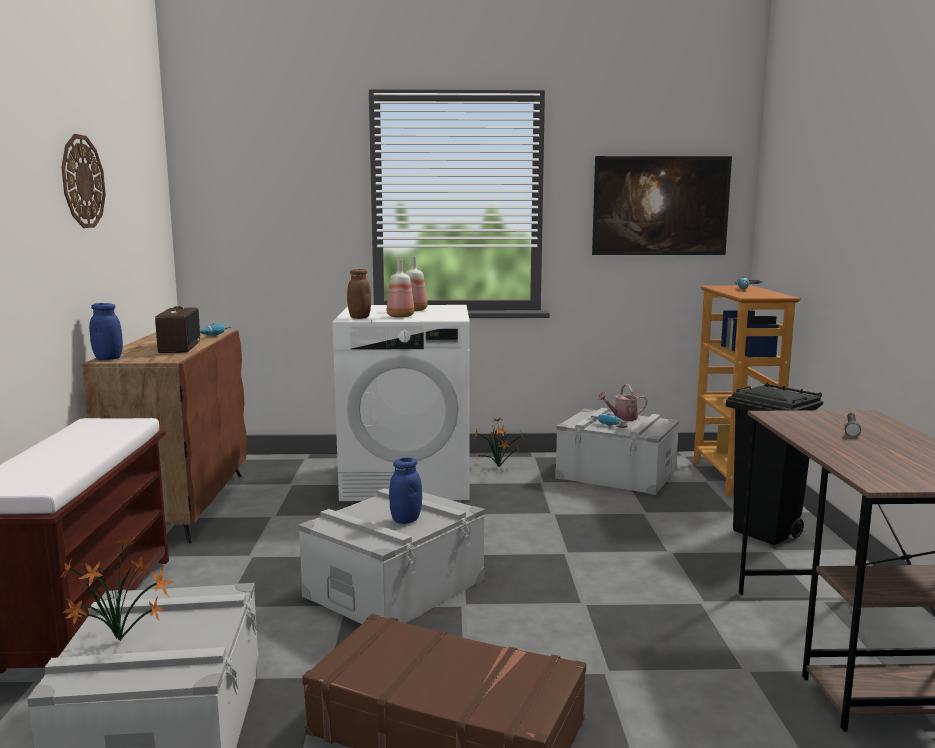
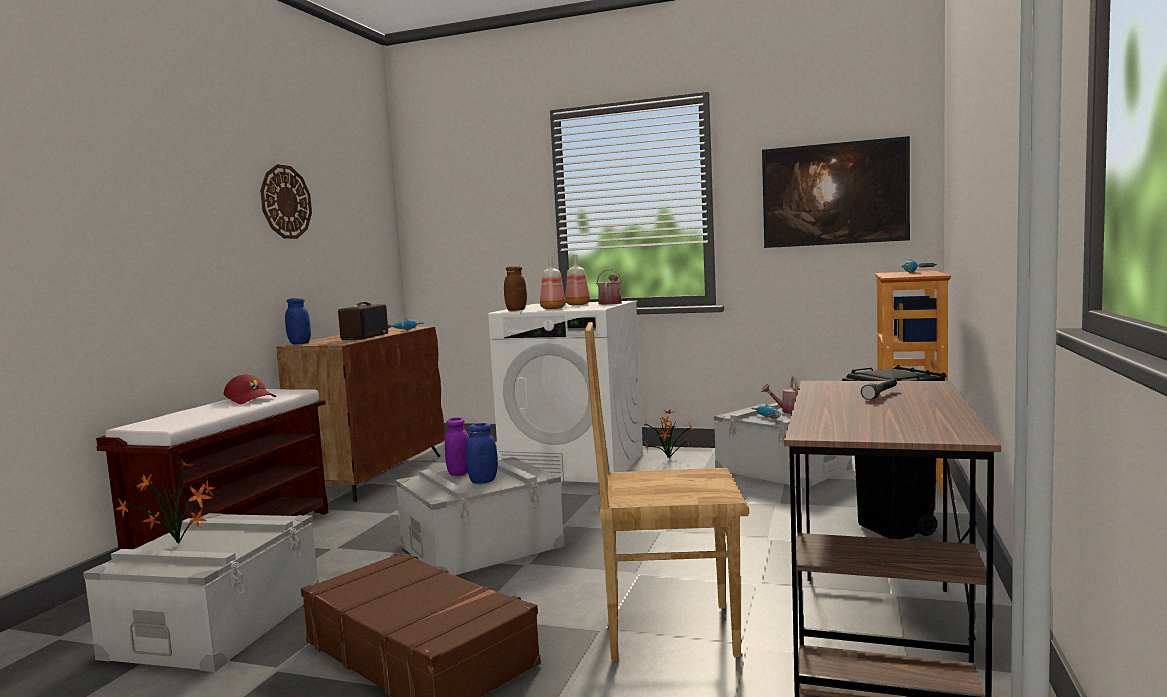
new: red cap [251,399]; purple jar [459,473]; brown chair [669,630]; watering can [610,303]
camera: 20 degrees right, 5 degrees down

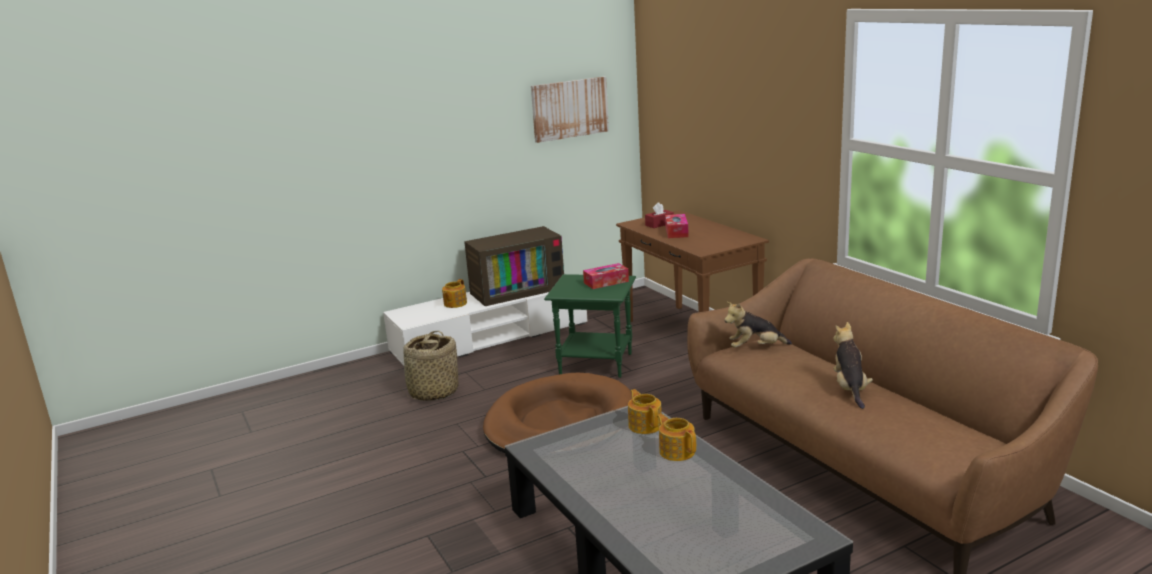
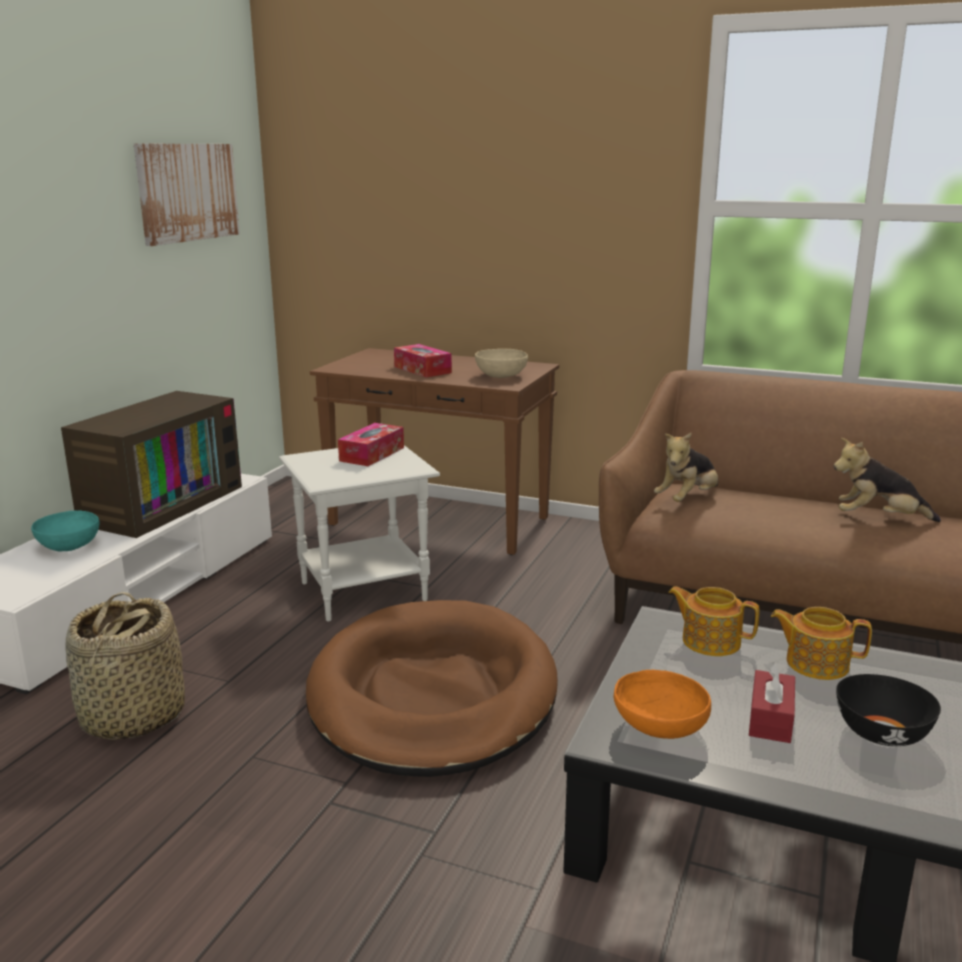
new: beige bowl [501,376]; orange bowl [658,728]; black bowl [880,733]
shifted: red tissue box [659,224] to [770,719]
swapped: teapot [454,304] to turquoise bowl [68,546]
repainted: green side table [597,364] to white side table [365,591]
rotated: plush toy [850,389] = [878,519] 45 degrees counterclockwise
camera: 40 degrees left, 0 degrees up

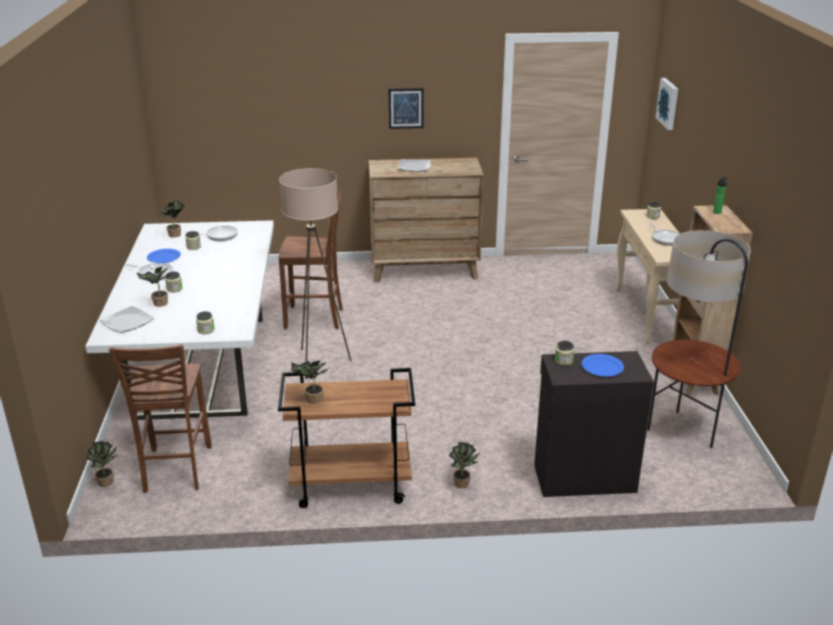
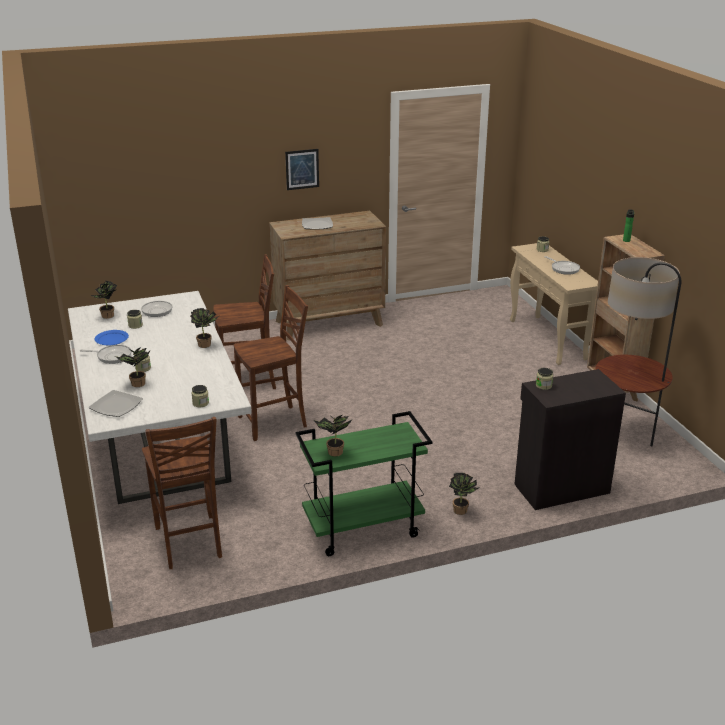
gone: blue plate [602,367]; picture [669,103]
shifted: potted plant [108,482] to [206,345]
swapped: beige floor lamp [319,362] to brown chair [274,422]
repainted: brown cart [350,486] to green cart [362,530]
camera: 15 degrees left, 0 degrees up

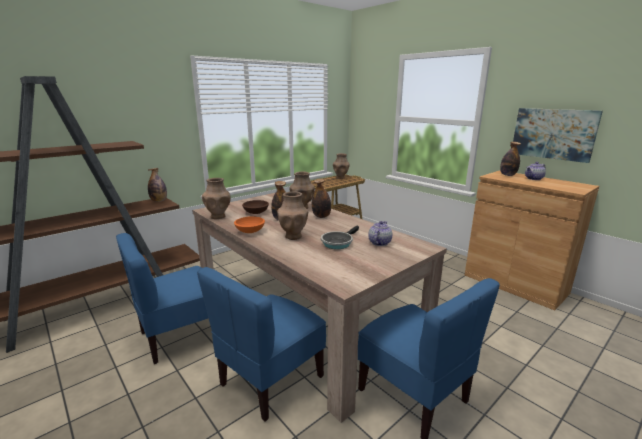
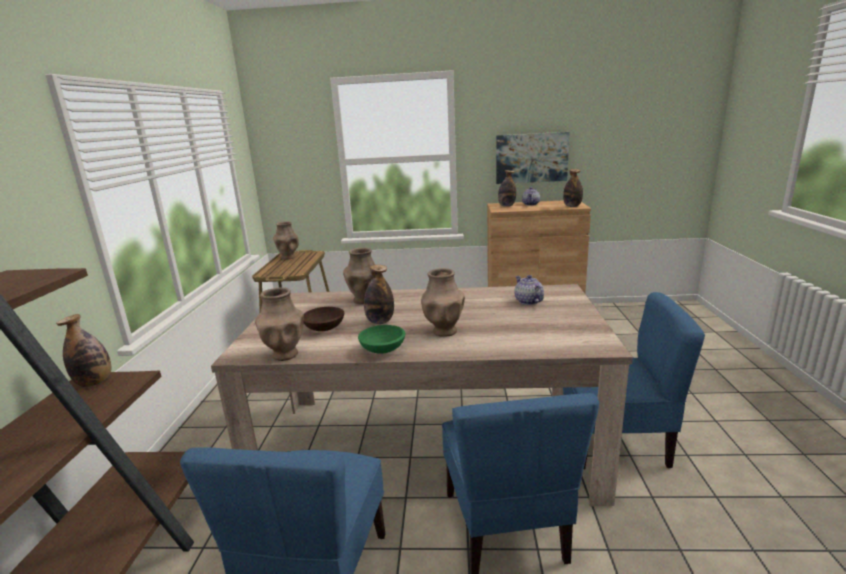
gone: frying pan [338,242]
shifted: bottle [321,216] to [572,206]
repainted: orange bowl [250,231] to green bowl [382,349]
camera: 45 degrees left, 0 degrees up

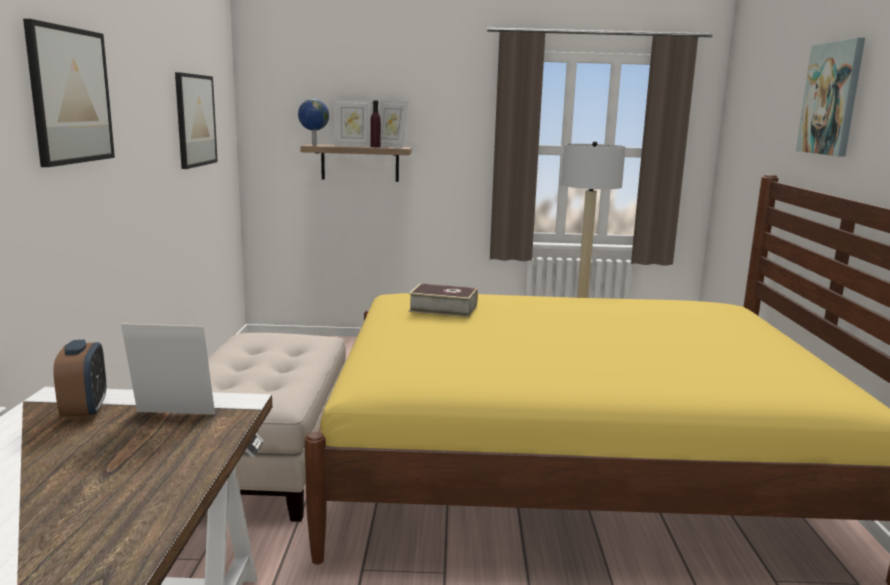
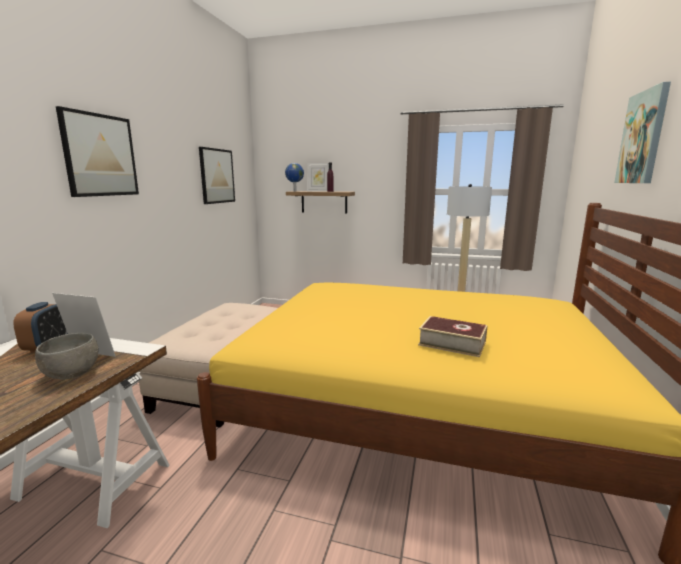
gone: picture frame [391,146]
new: grey bowl [71,374]
shifted: book [443,308] to [452,343]
camera: 15 degrees right, 0 degrees up

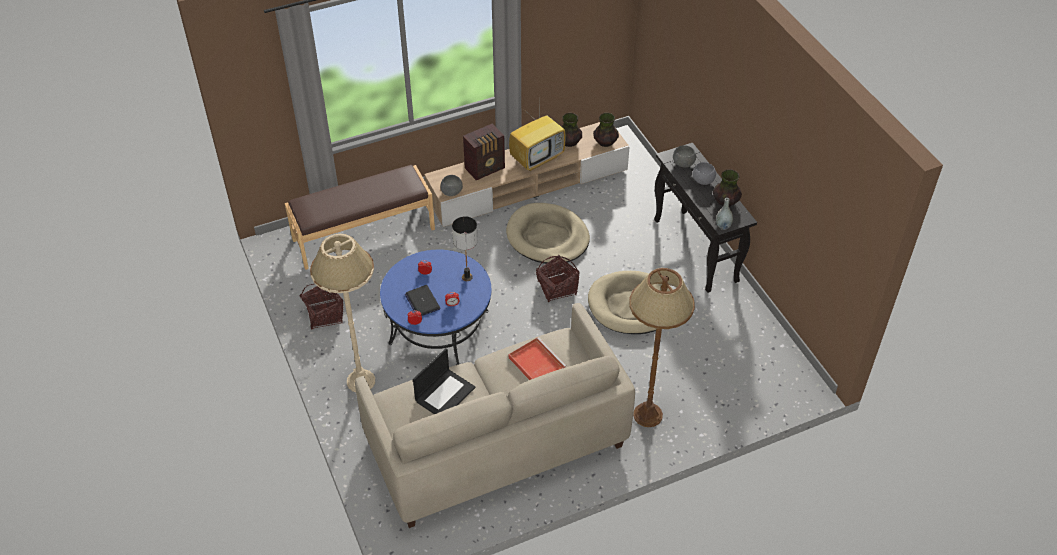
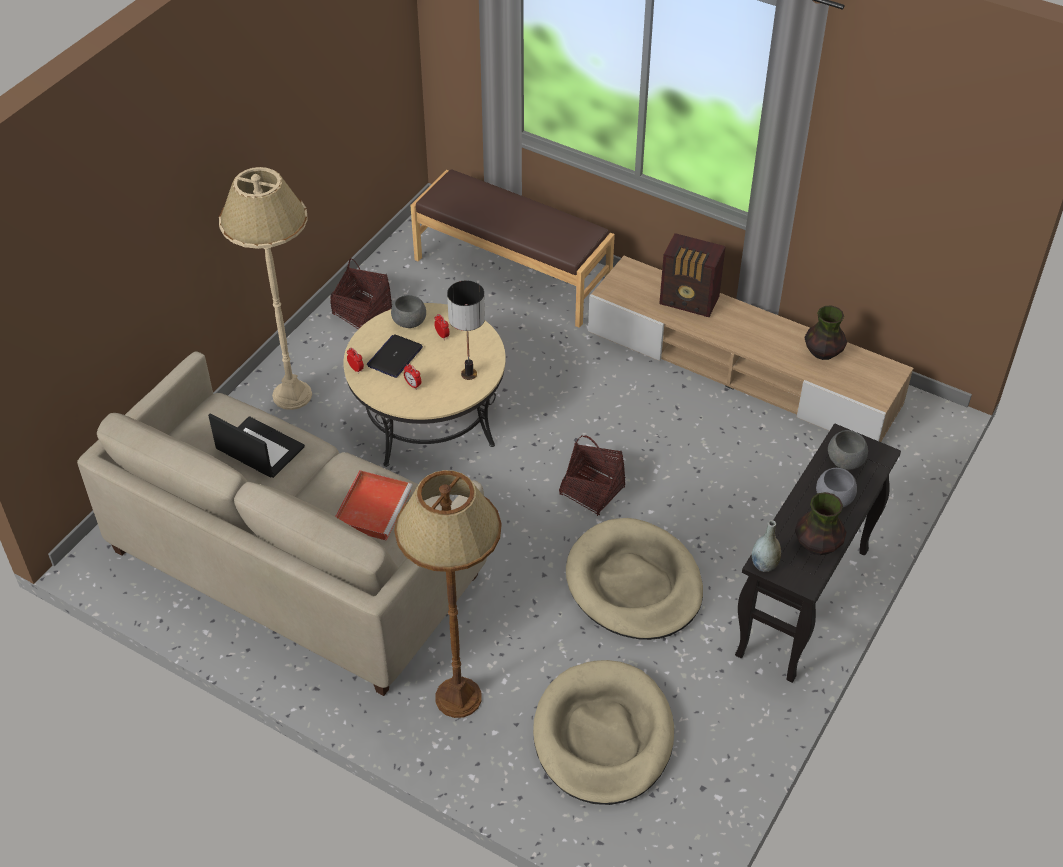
gone: television [537,158]; vase [605,142]
shifted: grey bowl [452,192] to [409,323]; beige dog bed [547,237] to [603,736]
repainted: blue coffee table [439,327] to beige coffee table [428,416]
rotated: laptop [445,393] = [258,448] 150 degrees counterclockwise
camera: 55 degrees right, 0 degrees up

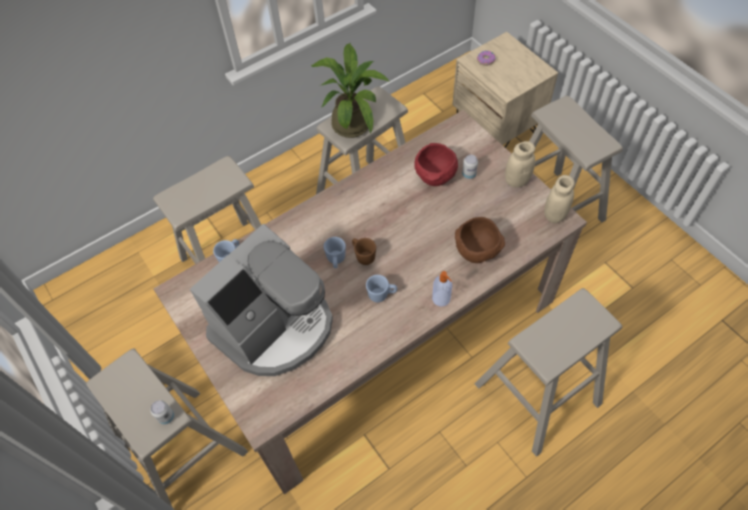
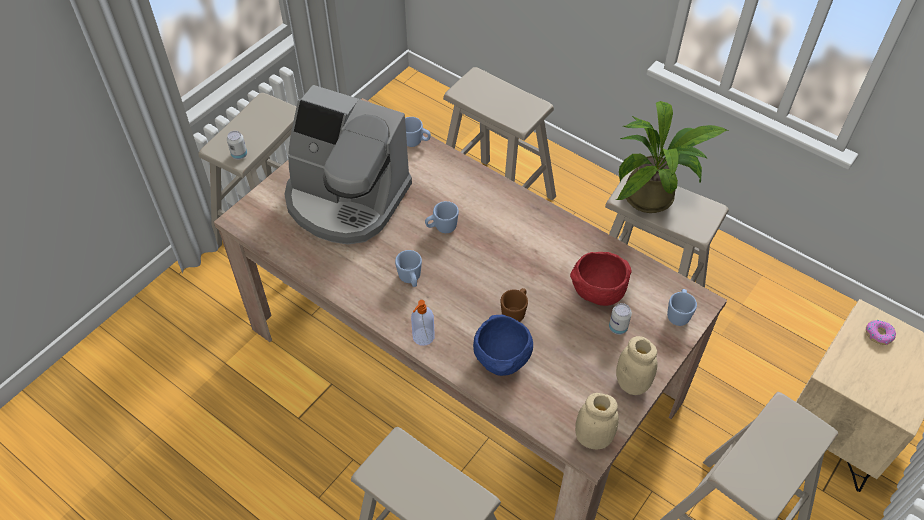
new: blue mug [678,314]
shifted: brown mug [363,256] to [515,312]
repainted: brown bowl [477,251] to blue bowl [502,360]
camera: 70 degrees right, 5 degrees down

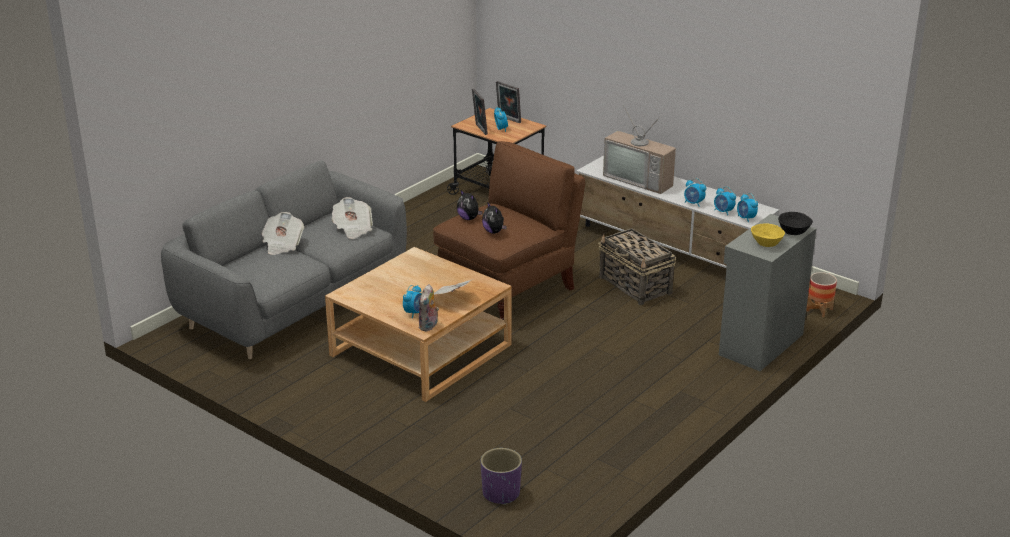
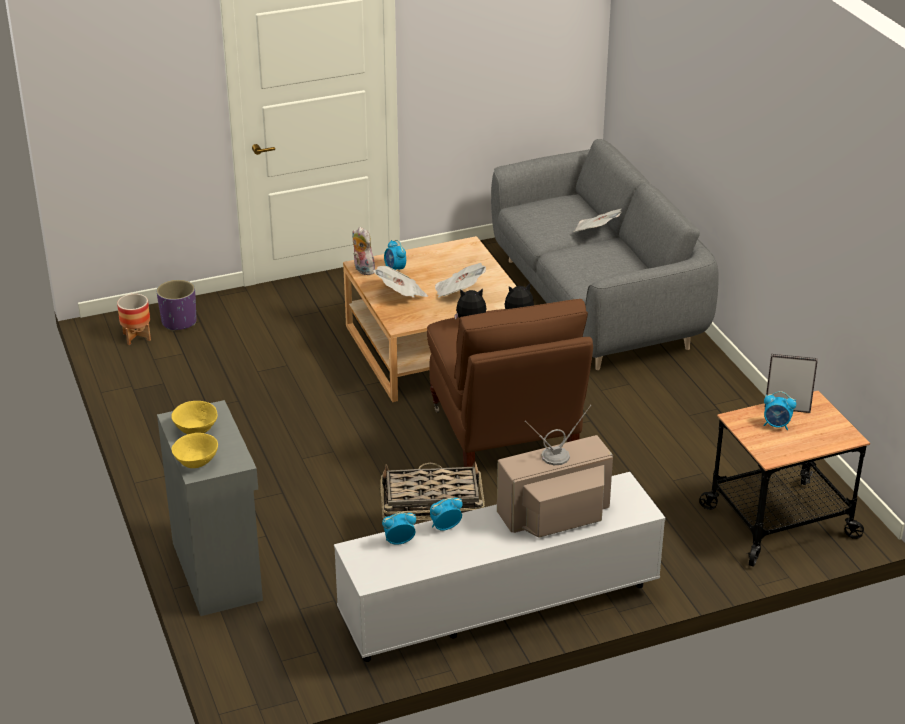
gone: picture frame [508,120]; alarm clock [746,218]
shifted: planter [819,310] to [137,337]; newspaper [353,228] to [458,292]
repainted: black bowl [793,232] to yellow bowl [196,461]
camera: 120 degrees right, 5 degrees up

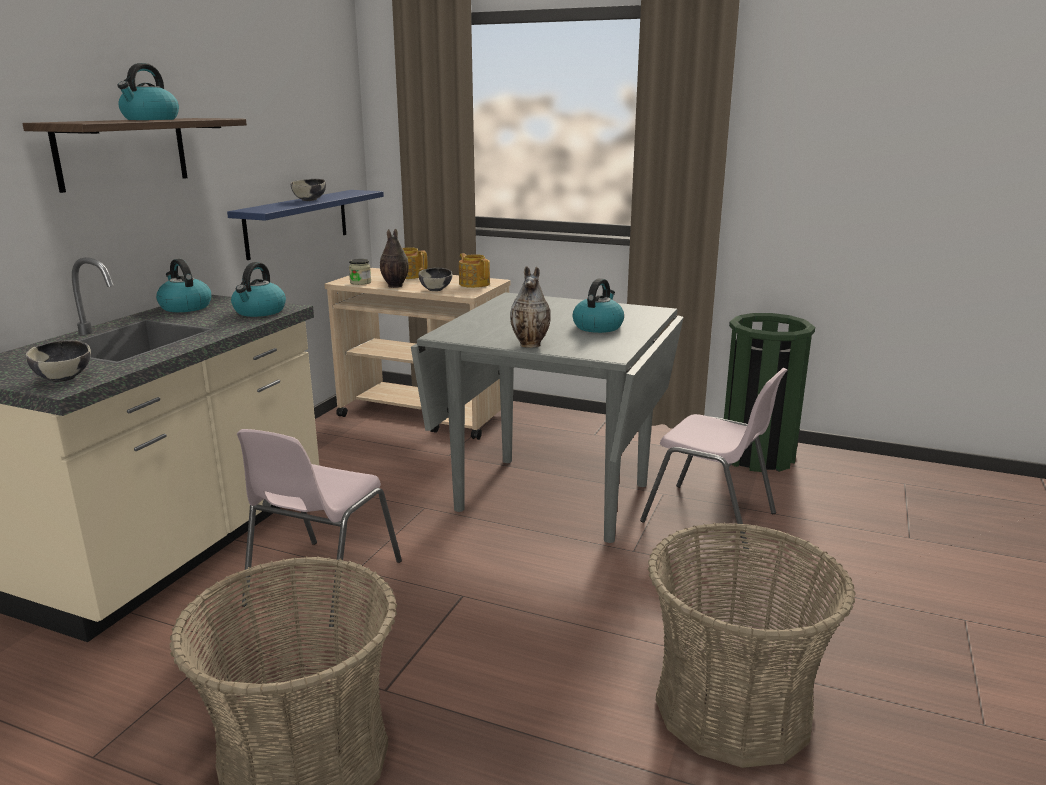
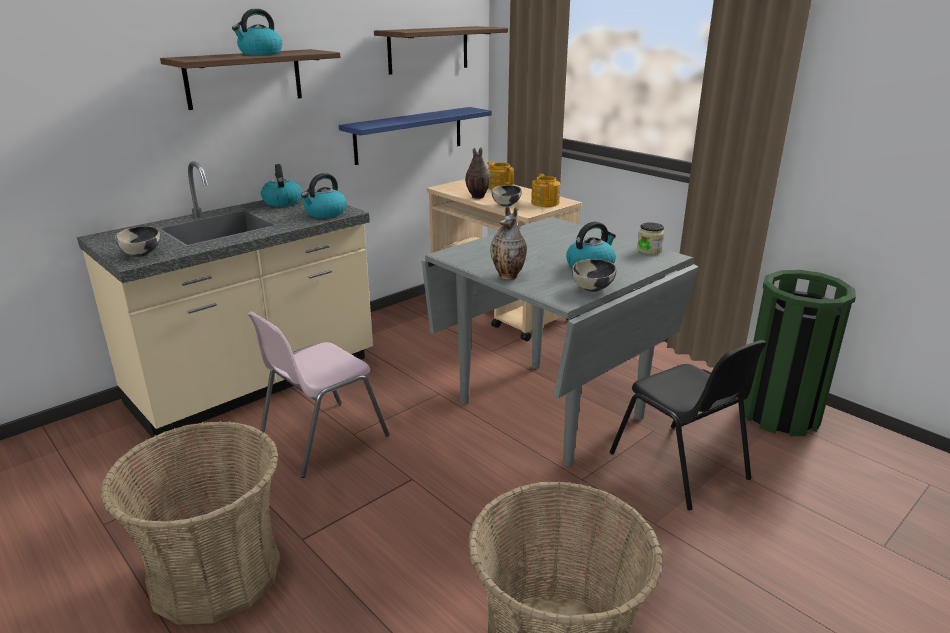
new: shelf [428,49]
shifted: bowl [310,200] to [593,289]; jar [360,282] to [649,250]
repainted: pink chair [711,518] to black chair [680,467]
camera: 25 degrees right, 5 degrees up

